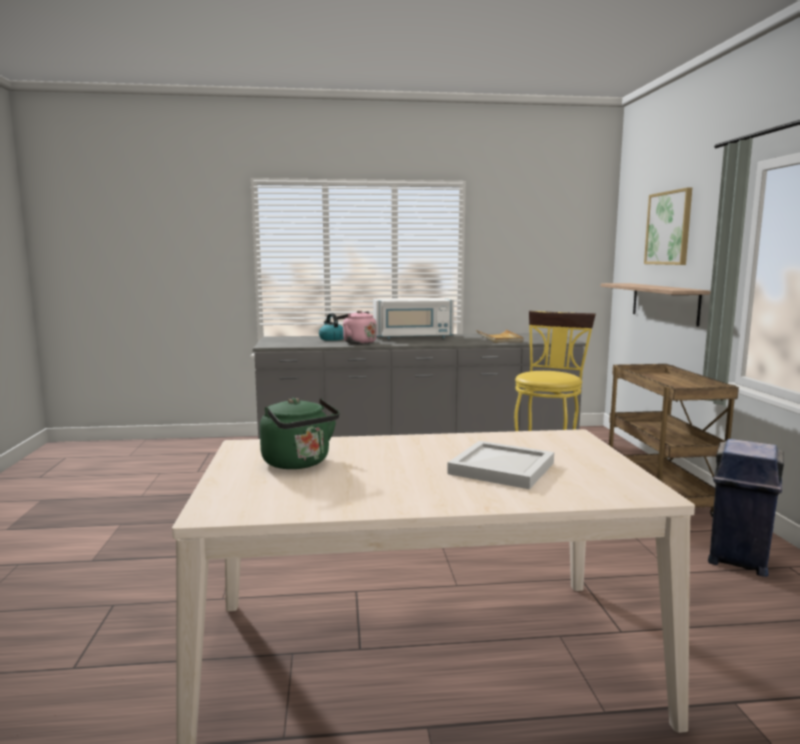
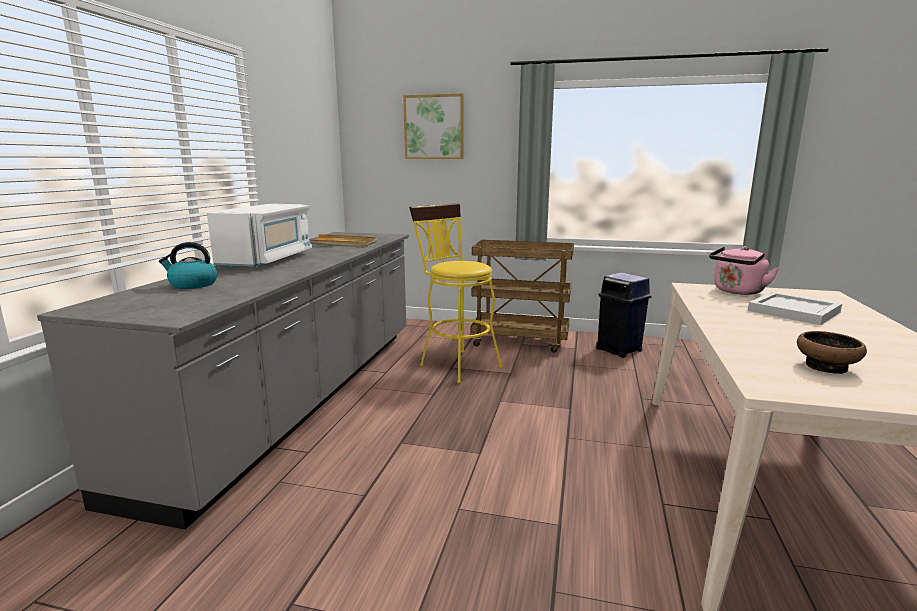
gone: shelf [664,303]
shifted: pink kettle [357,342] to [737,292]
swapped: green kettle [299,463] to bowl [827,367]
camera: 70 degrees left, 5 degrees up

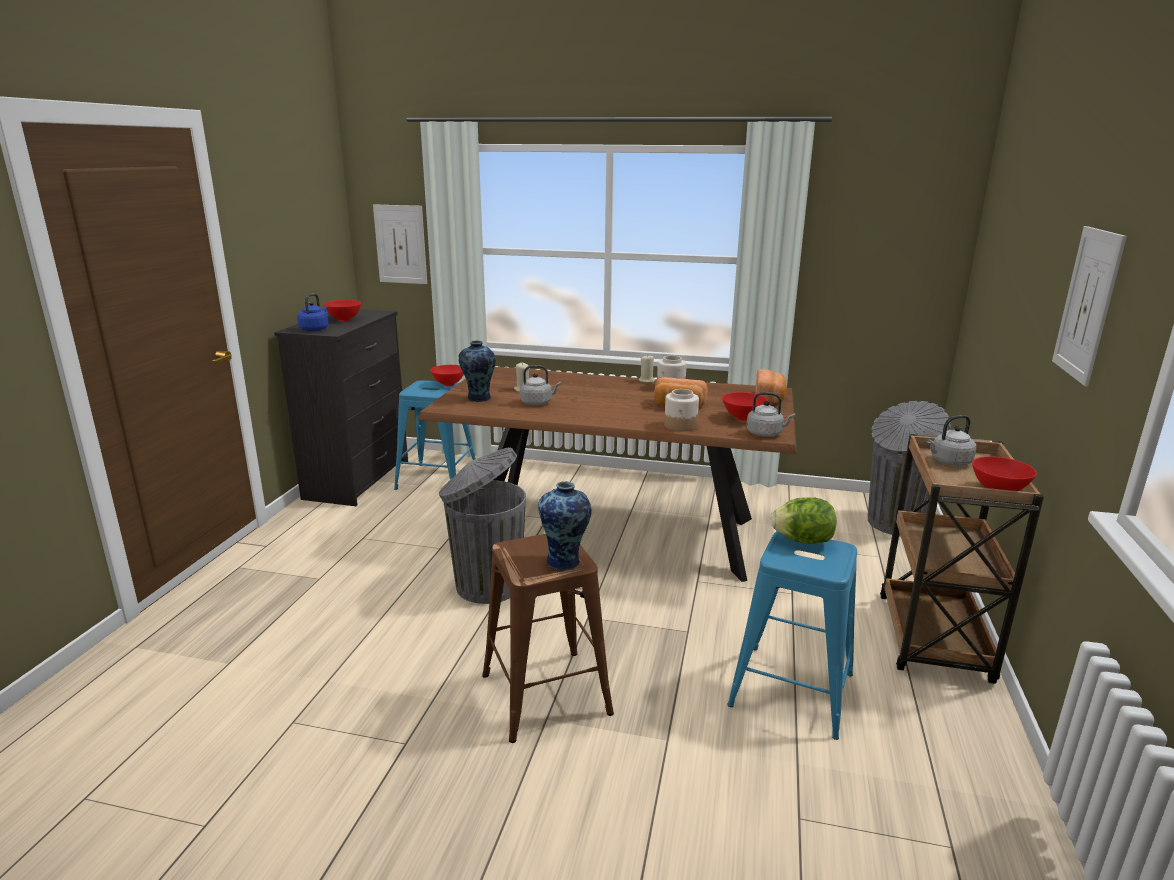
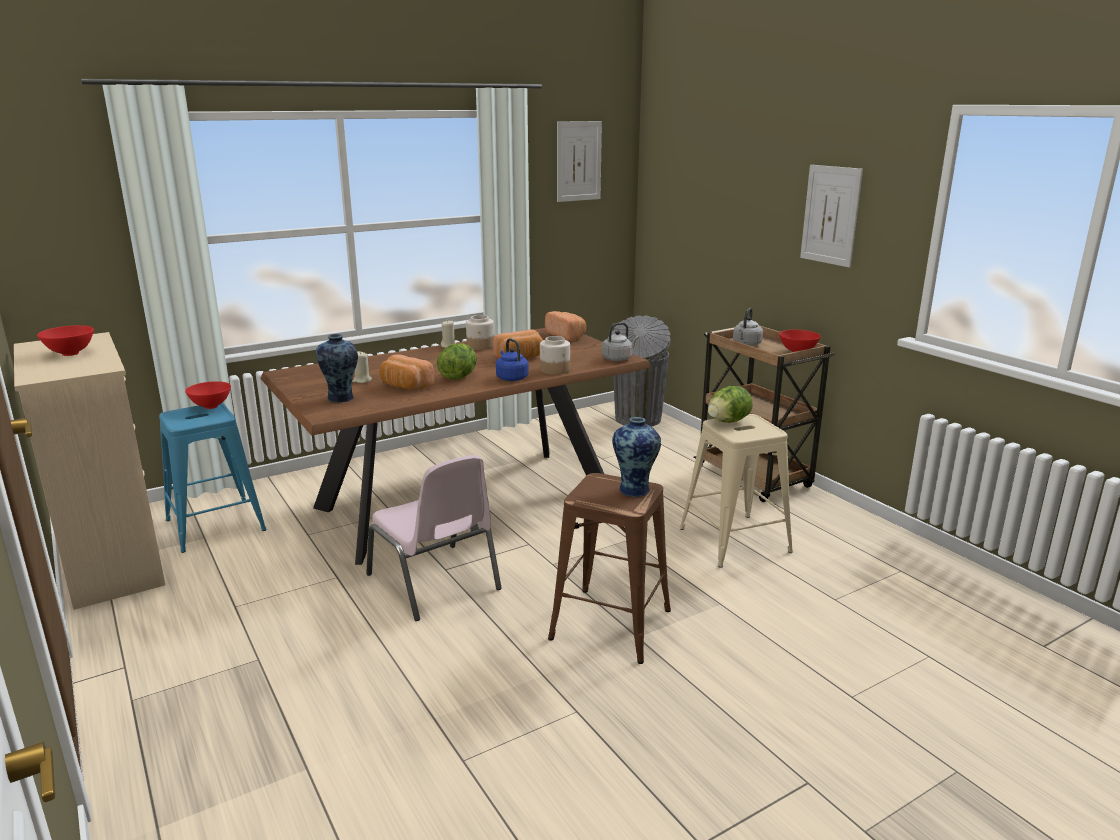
gone: red bowl [742,418]
new: lettuce [458,377]
shifted: blue kettle [315,329] to [511,378]; picture [400,244] to [578,161]
swapped: grey trash can [486,585] to pink chair [435,583]; grey kettle [538,403] to bread [405,386]
repainted: black dresser [359,479] to beige dresser [114,561]; blue stool [791,690] to beige stool [734,540]
camera: 45 degrees left, 0 degrees up

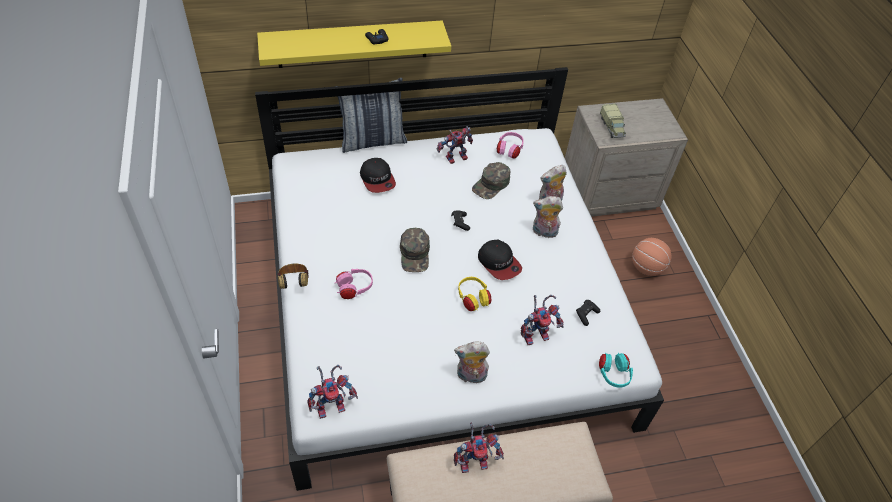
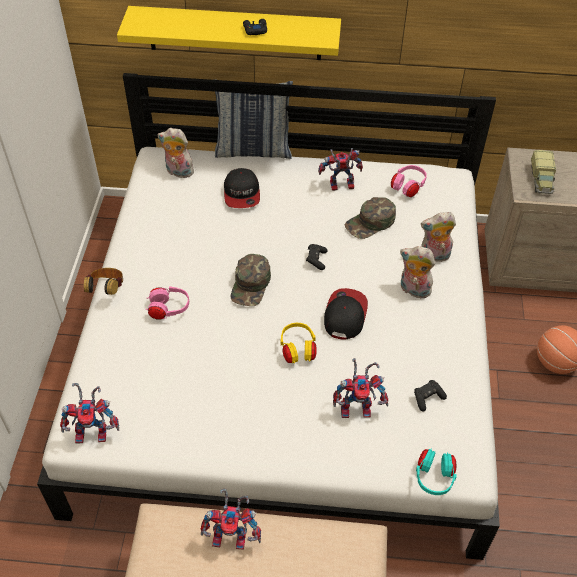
shifted: plush toy [470,376] to [178,172]
rotated: cap [499,263] = [345,315] 150 degrees counterclockwise
camera: 20 degrees right, 0 degrees up

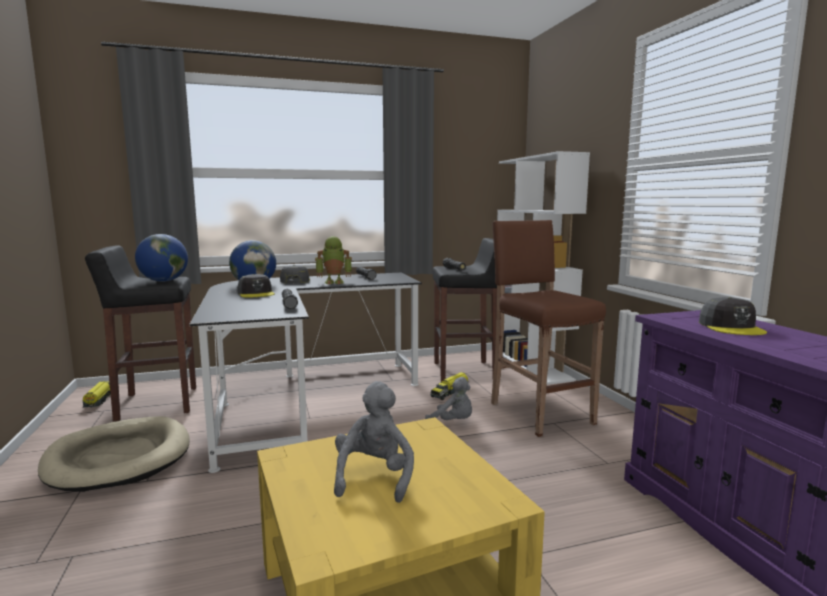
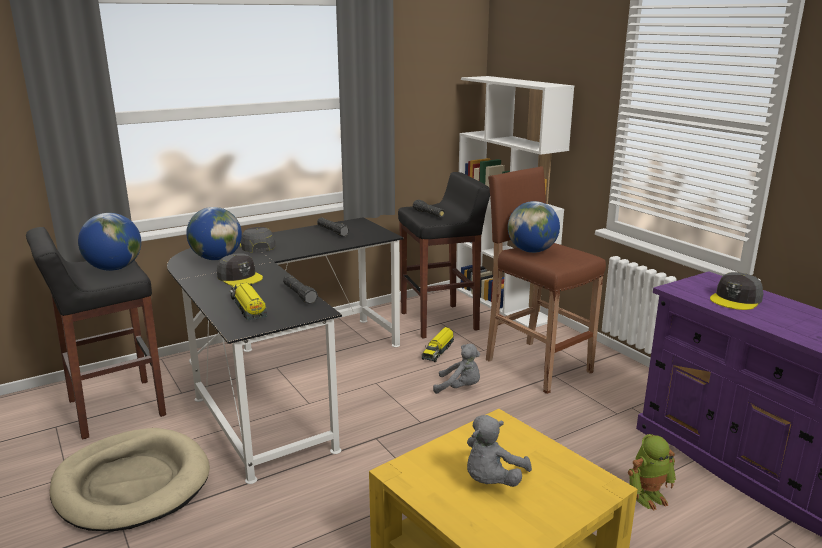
new: globe [532,251]
shifted: toy truck [100,399] to [248,308]; toy robot [334,282] to [648,496]
rotated: grey plush toy [374,477] = [492,481] 135 degrees counterclockwise; grey cap [731,327] = [736,299] 60 degrees clockwise
camera: 15 degrees left, 10 degrees up

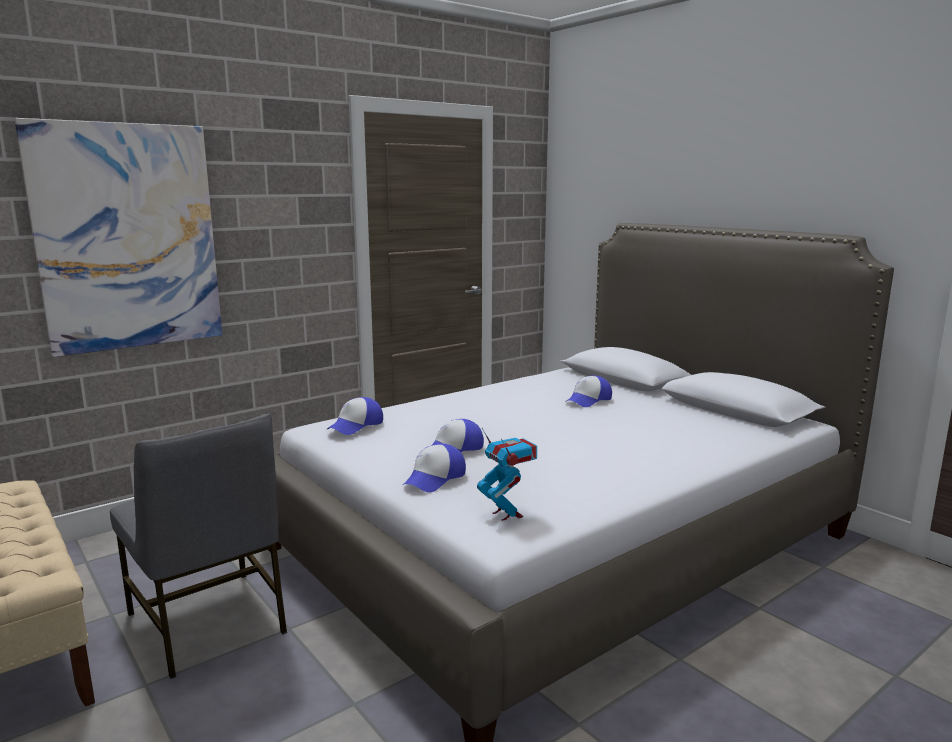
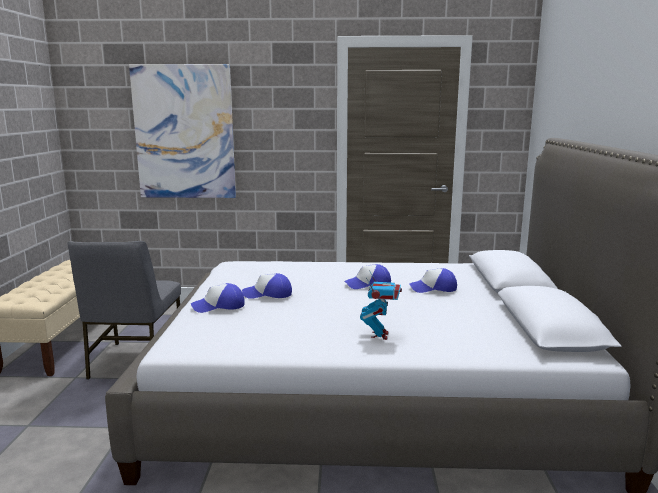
shifted: cap [356,425] to [368,284]; toy robot [507,514] to [380,335]
camera: 40 degrees right, 0 degrees up

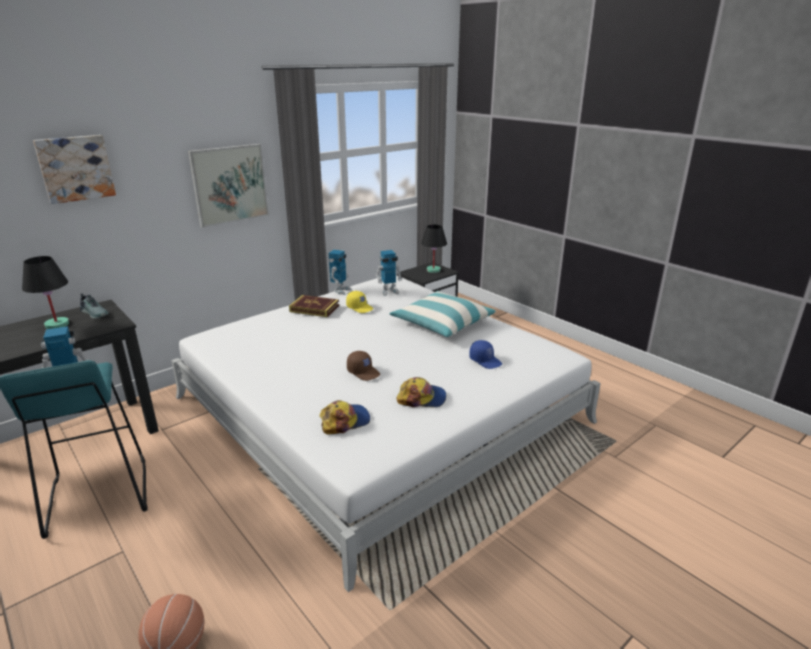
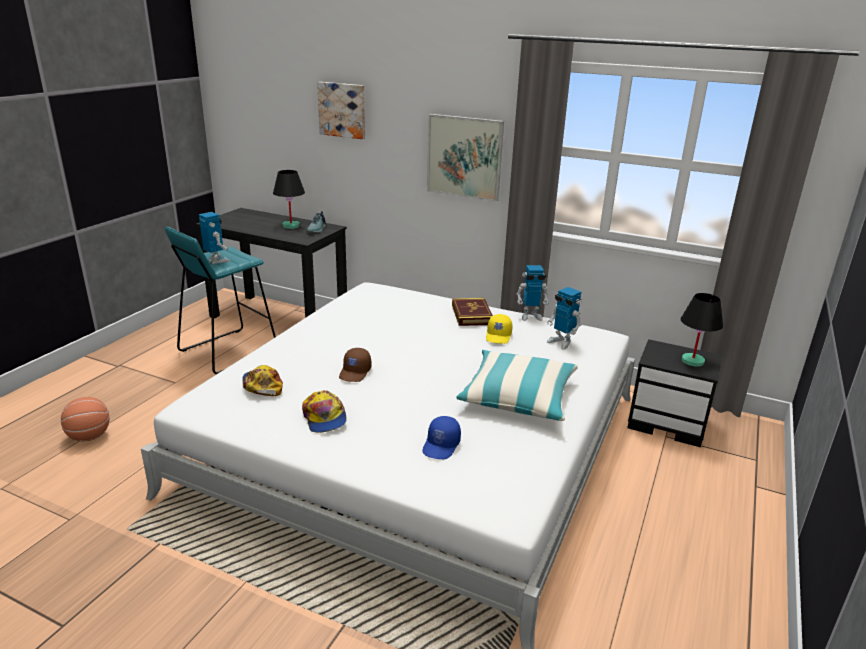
rotated: cap [345,421] = [262,385] 150 degrees counterclockwise
camera: 65 degrees right, 0 degrees up

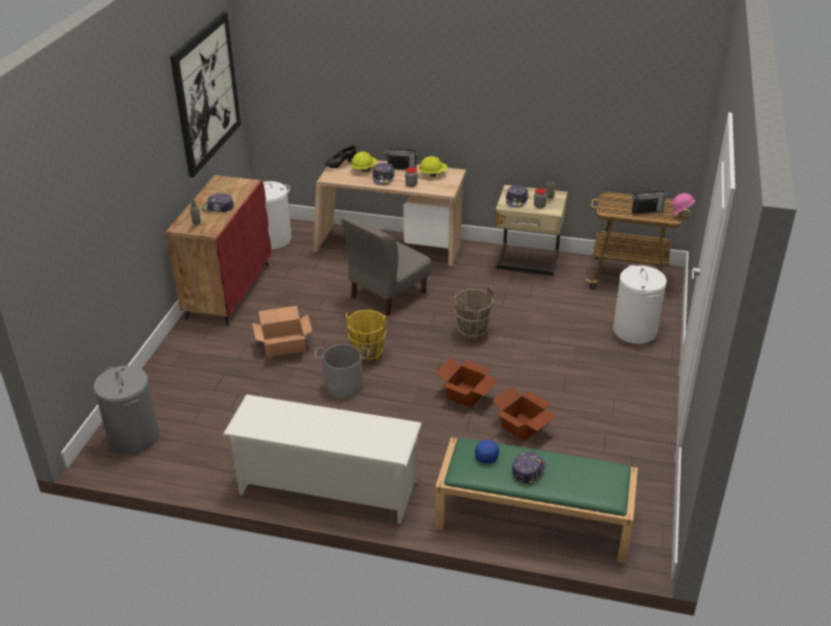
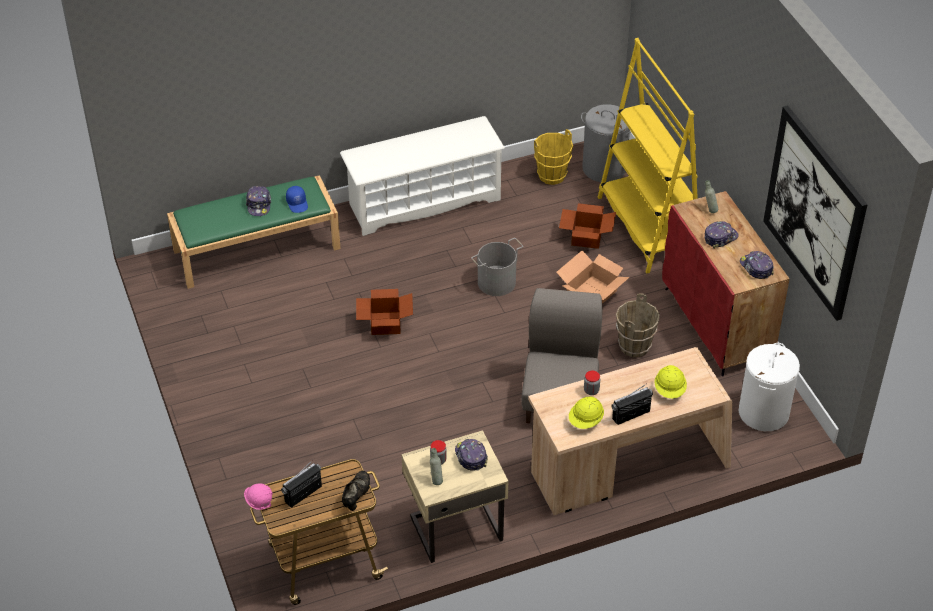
gone: white laundry basket [635,331]
new: yellow bookcase [647,227]
shifted: black shoe [341,165] to [356,496]; yellow bucket [367,354] to [552,176]; cardboard box [522,427] to [585,237]; brown bucket [472,332] to [635,346]; cap [383,178] to [756,268]
camera: 145 degrees right, 10 degrees up

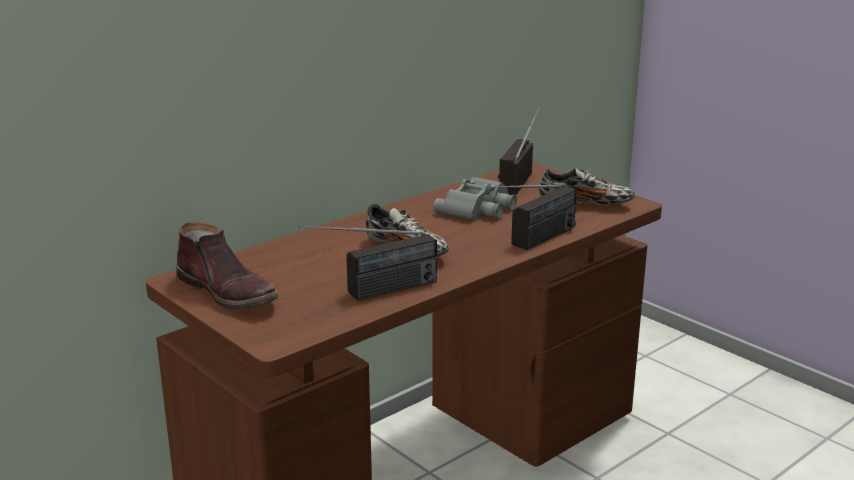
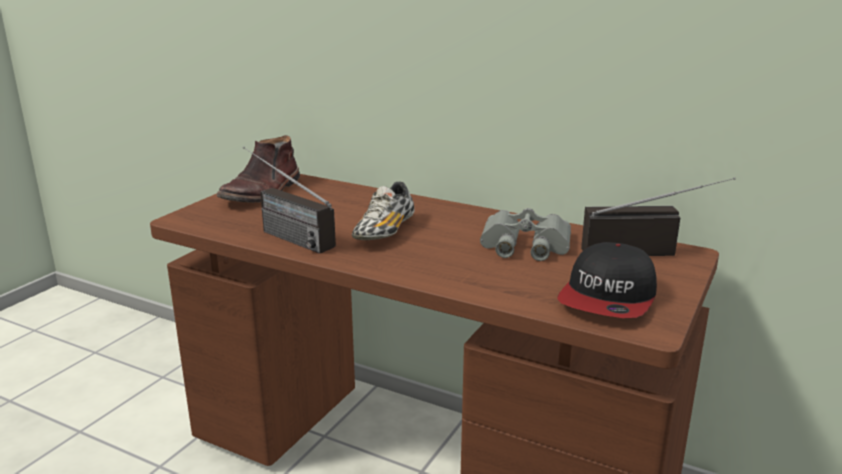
gone: radio [532,243]
swapped: shoe [585,204] to cap [608,298]
camera: 70 degrees right, 0 degrees up

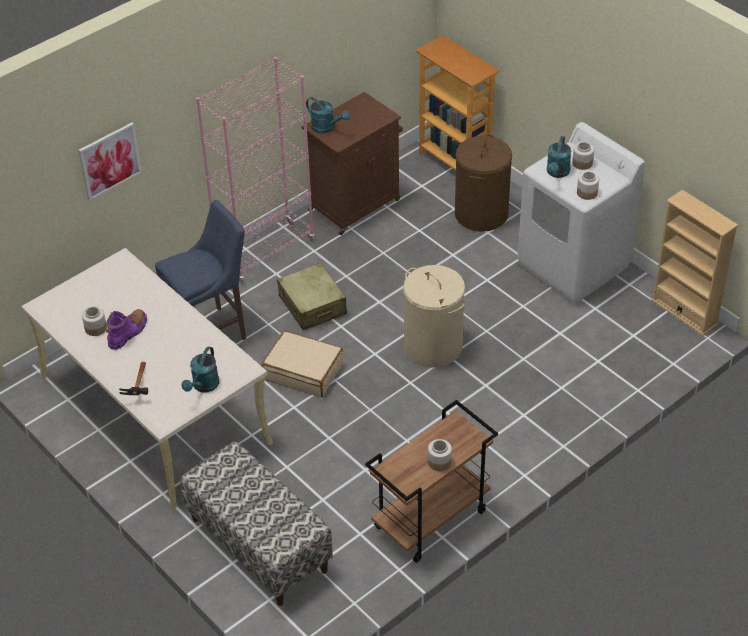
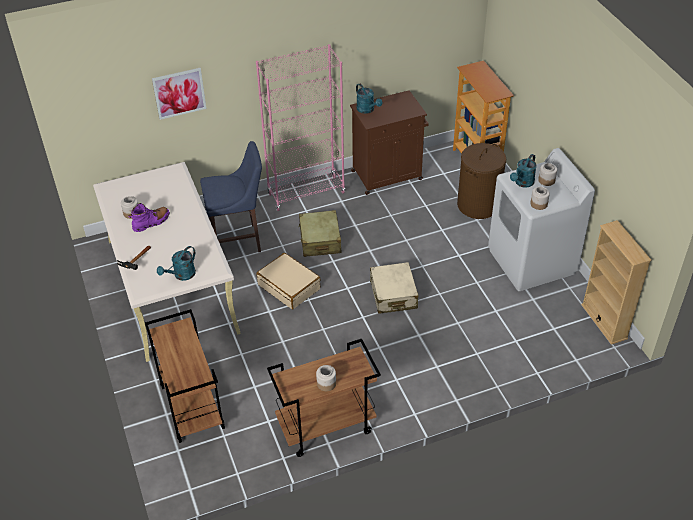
swapped: bench [258,545] to brown cart [191,406]; beige laundry basket [433,347] to beige suitcase [393,295]
camera: 20 degrees right, 0 degrees up

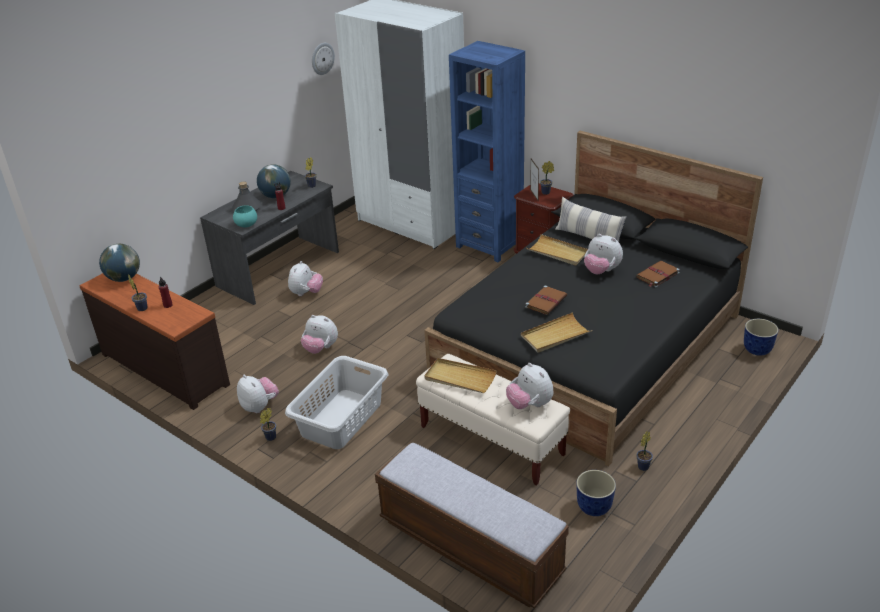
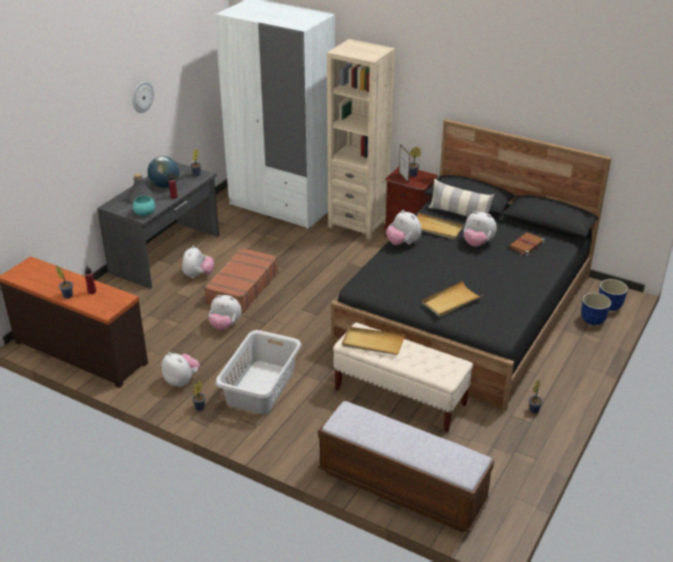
gone: globe [124,278]; brown book [546,301]
new: brown suitcase [241,288]
shifted: wall clock [322,58] to [142,96]; plush toy [529,404] to [403,243]; planter [593,507] to [592,320]
repainted: blue bookcase [489,245] to beige bookcase [358,224]
camera: 10 degrees left, 0 degrees up

